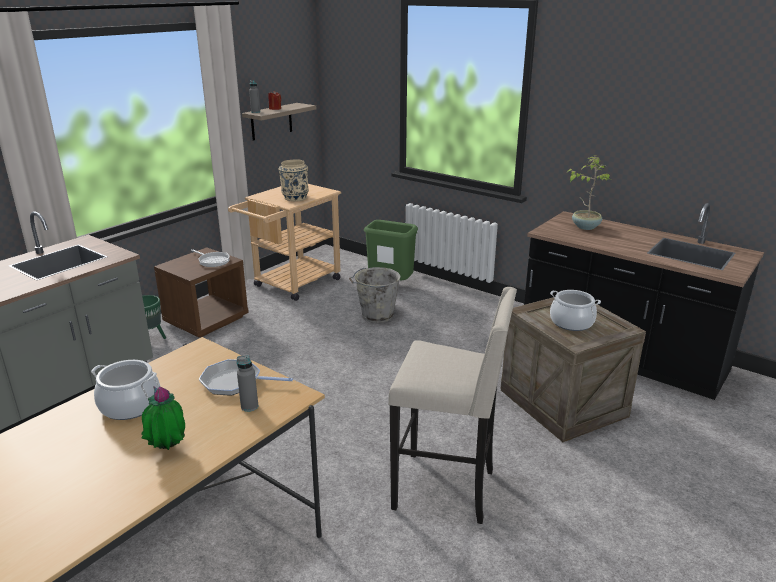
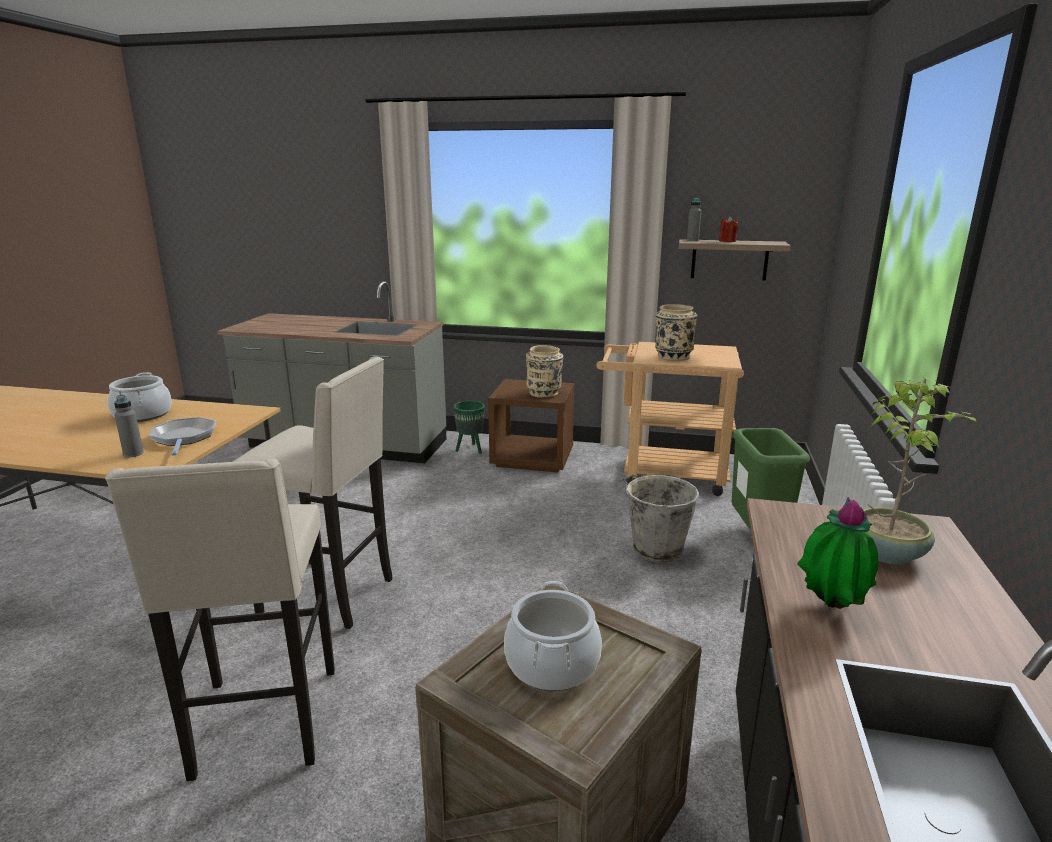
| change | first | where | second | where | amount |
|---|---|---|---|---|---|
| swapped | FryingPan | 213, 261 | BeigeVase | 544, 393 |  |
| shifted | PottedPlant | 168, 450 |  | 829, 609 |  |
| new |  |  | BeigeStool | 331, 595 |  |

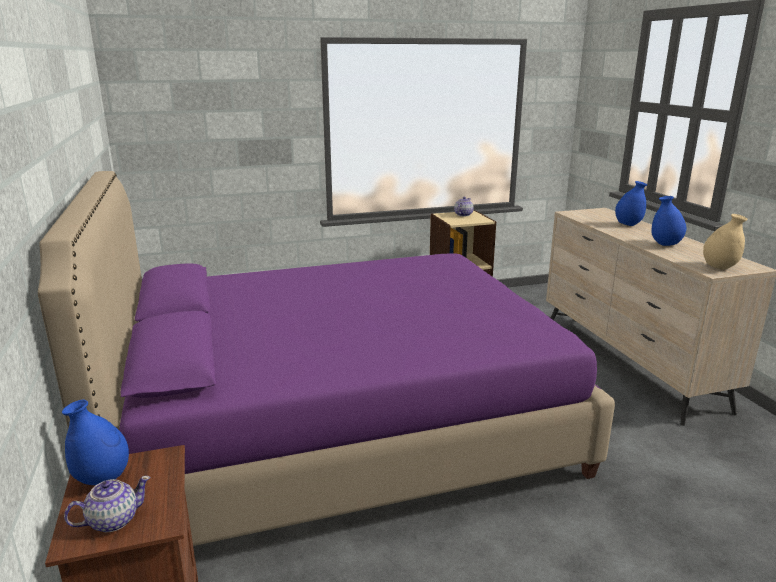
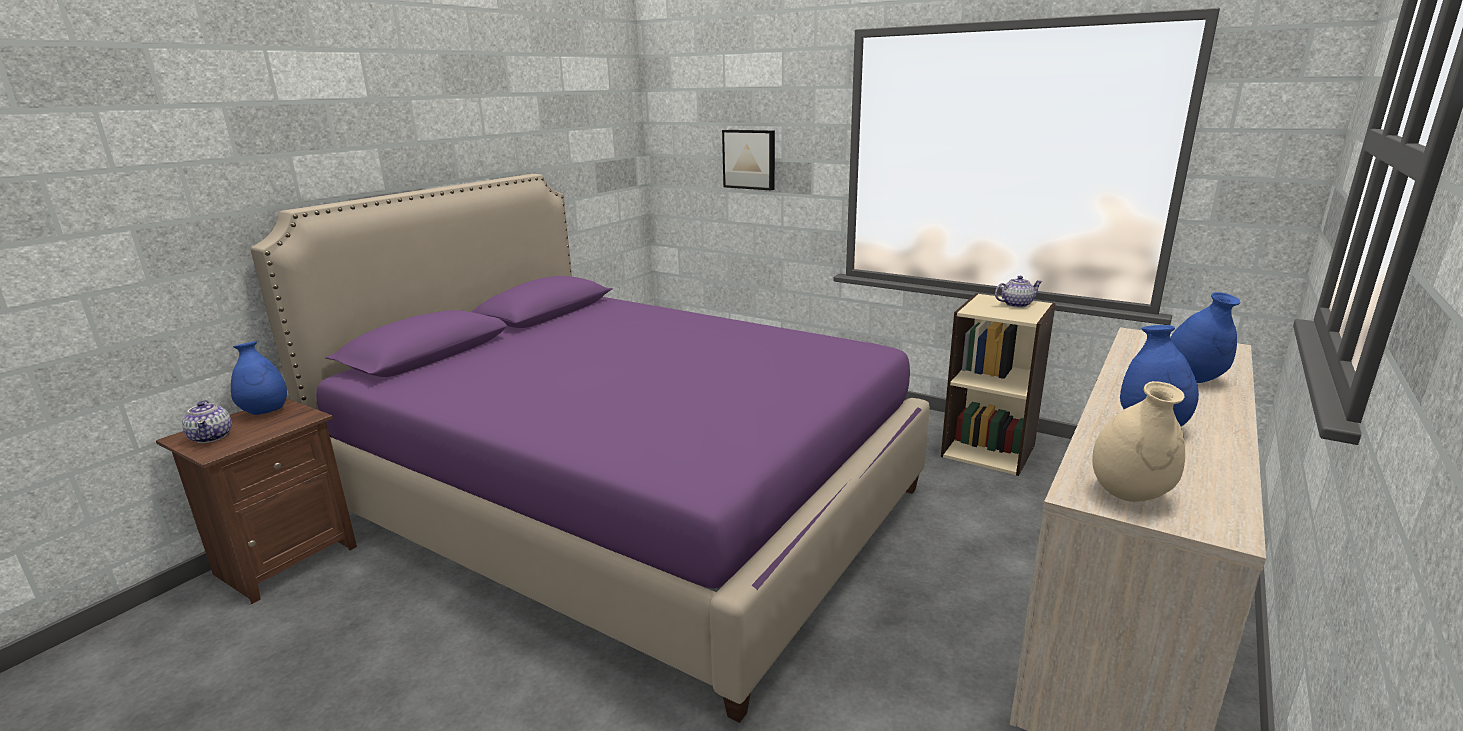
| change | first | where | second | where | amount |
|---|---|---|---|---|---|
| rotated | Teapot | 112, 520 |  | 212, 437 | 45 degrees clockwise |
| new |  |  | Picture | 750, 159 |  |

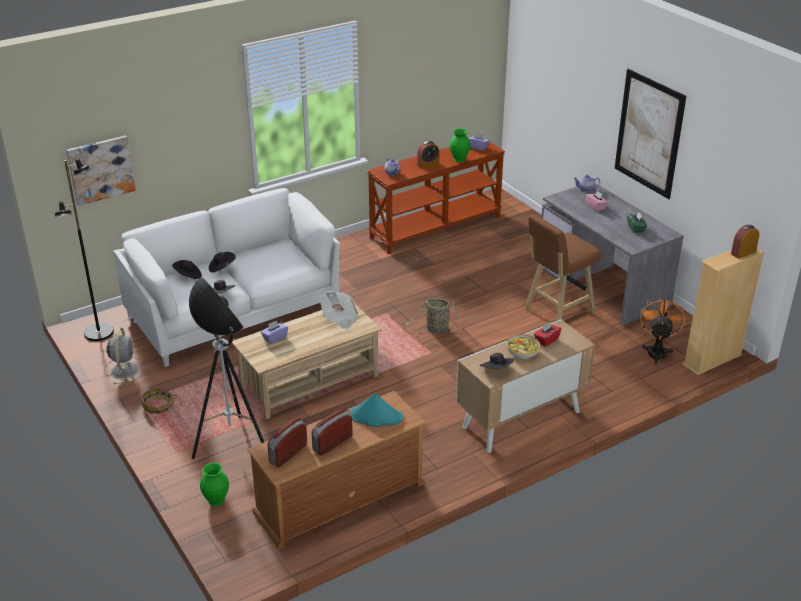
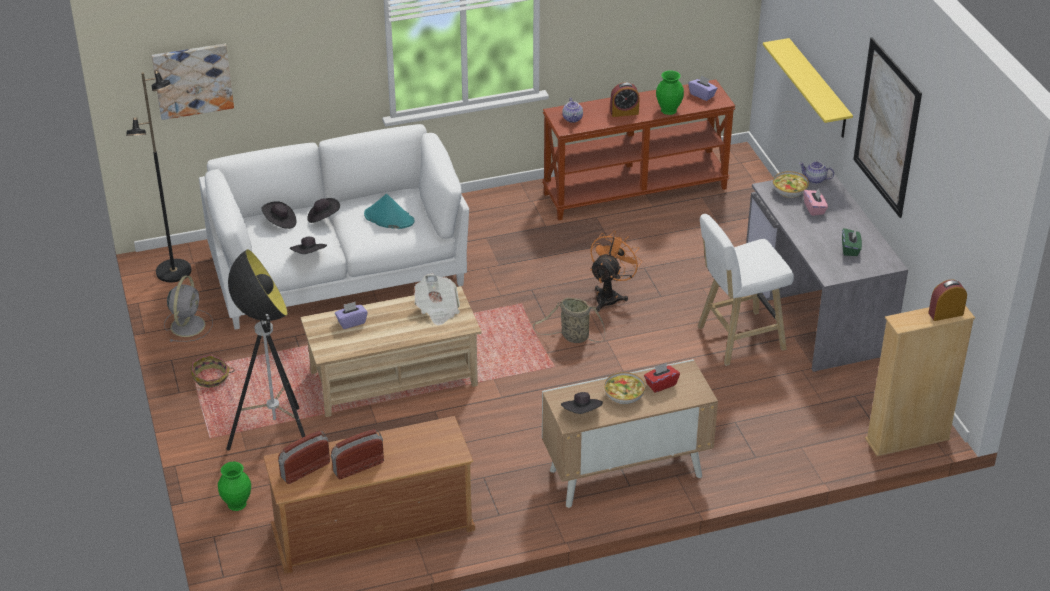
| change | first | where | second | where | amount |
|---|---|---|---|---|---|
| repainted | BrownStool | 556, 312 | WhiteStool | 737, 339 |  |
| shifted | OrangeFan | 657, 351 |  | 610, 296 |  |
| shifted | TurquoiseHat | 376, 416 |  | 388, 218 |  |
| new |  |  | YellowShelf | 818, 89 |  |
| new |  |  | Bowl | 789, 190 |  |

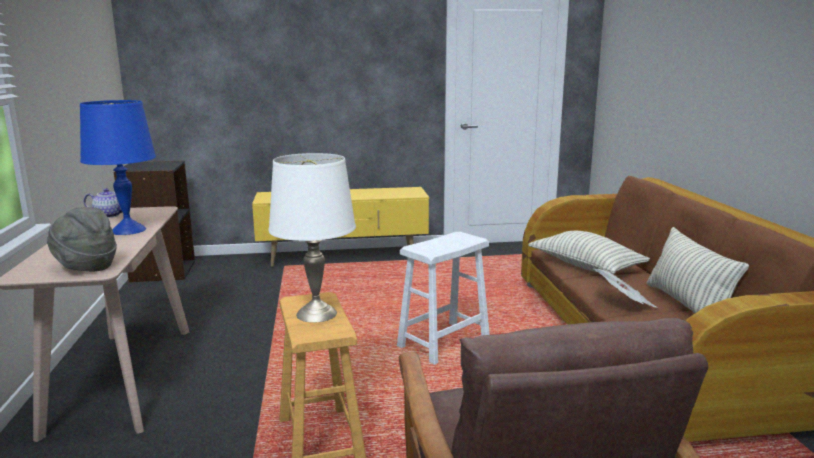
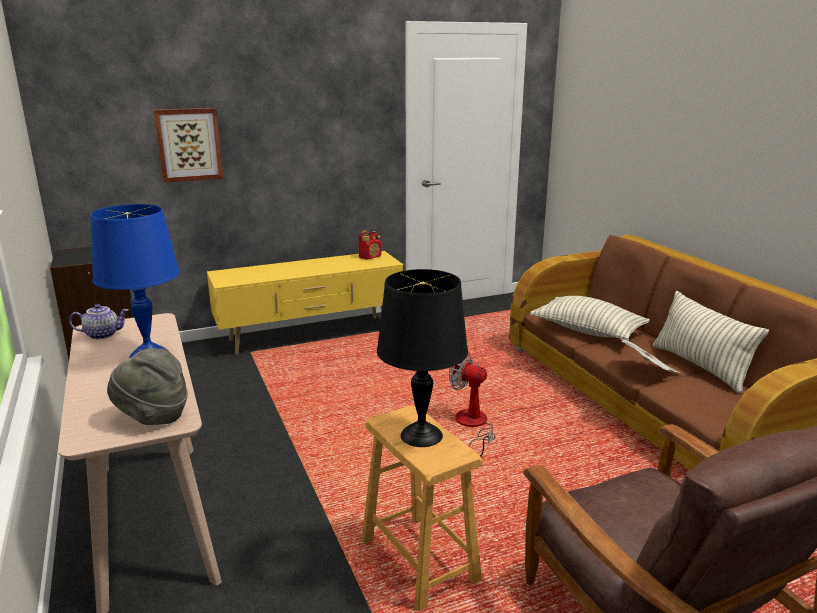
| change | first | where | second | where | amount |
|---|---|---|---|---|---|
| repainted | WhiteTableLamp | 316, 314 | BlackTableLamp | 421, 435 |  |
| swapped | WhiteStool | 444, 342 | Fan | 473, 426 |  |
| new |  |  | Picture | 189, 144 |  |
| new |  |  | Radio | 370, 257 |  |

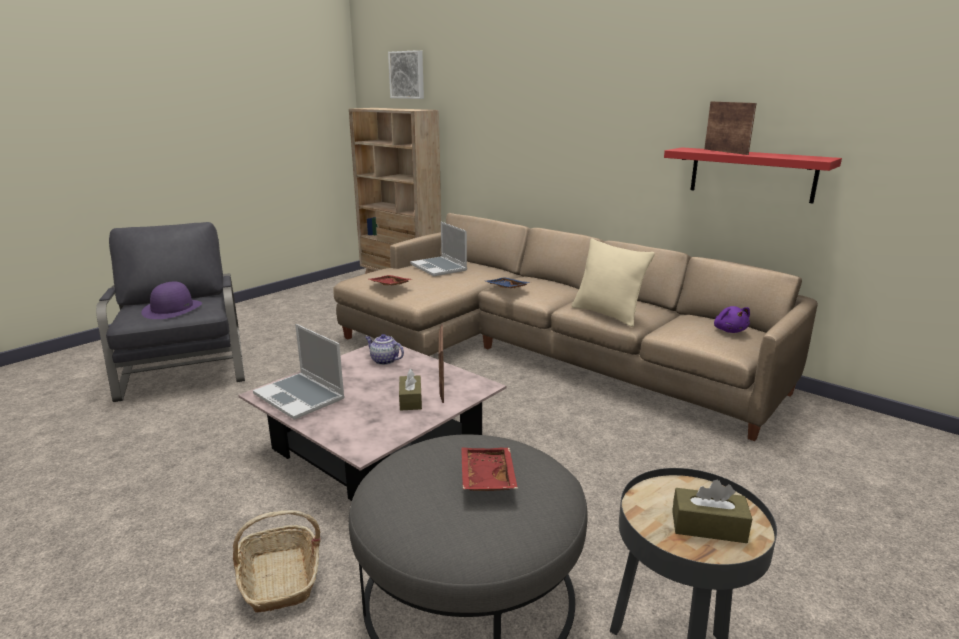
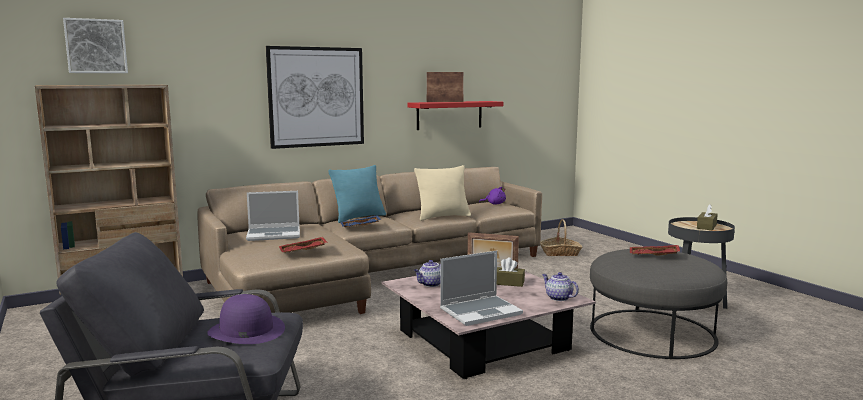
| change | first | where | second | where | amount |
|---|---|---|---|---|---|
| shifted | Basket | 280, 579 |  | 560, 253 |  |
| new |  |  | Picture | 316, 97 |  |
| new |  |  | TurquoisePillow | 359, 217 |  |
| new |  |  | Teapot | 558, 298 |  |

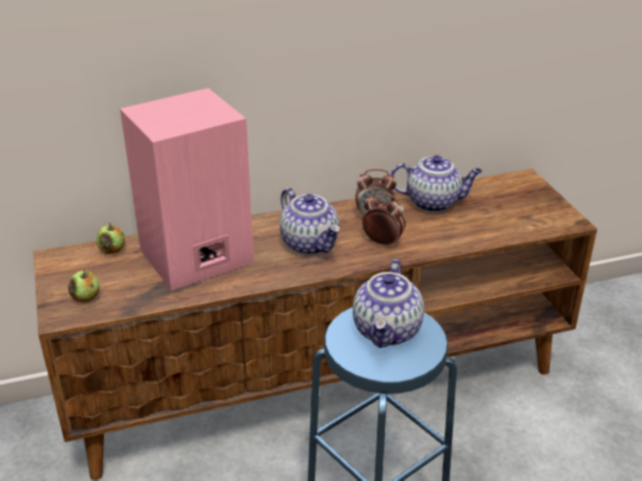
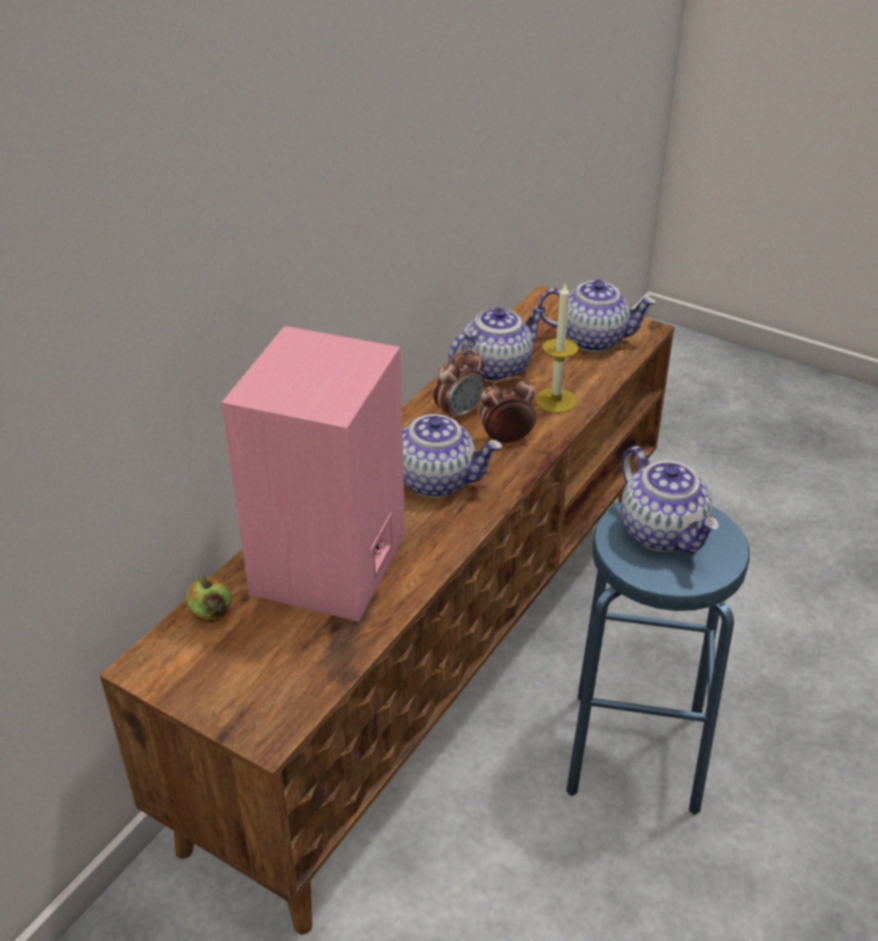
| change | first | where | second | where | amount |
|---|---|---|---|---|---|
| gone | Apple | 86, 297 |  |  |  |
| new |  |  | Teapot | 593, 339 |  |
| new |  |  | Candle | 556, 400 |  |

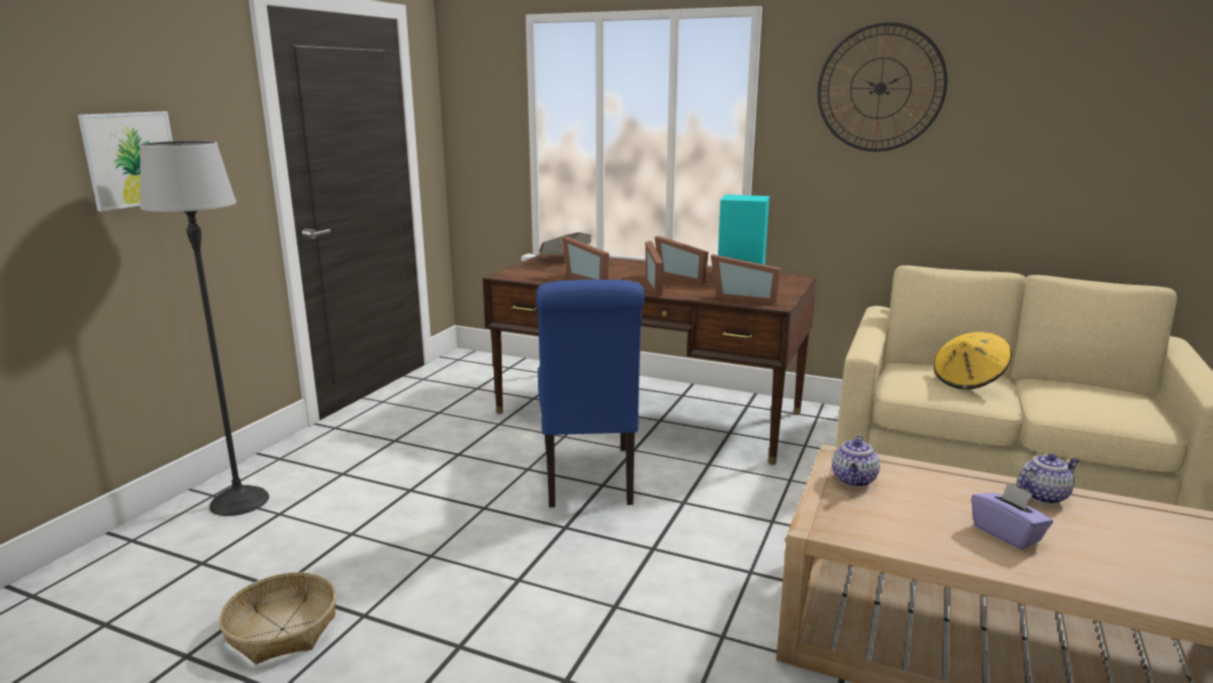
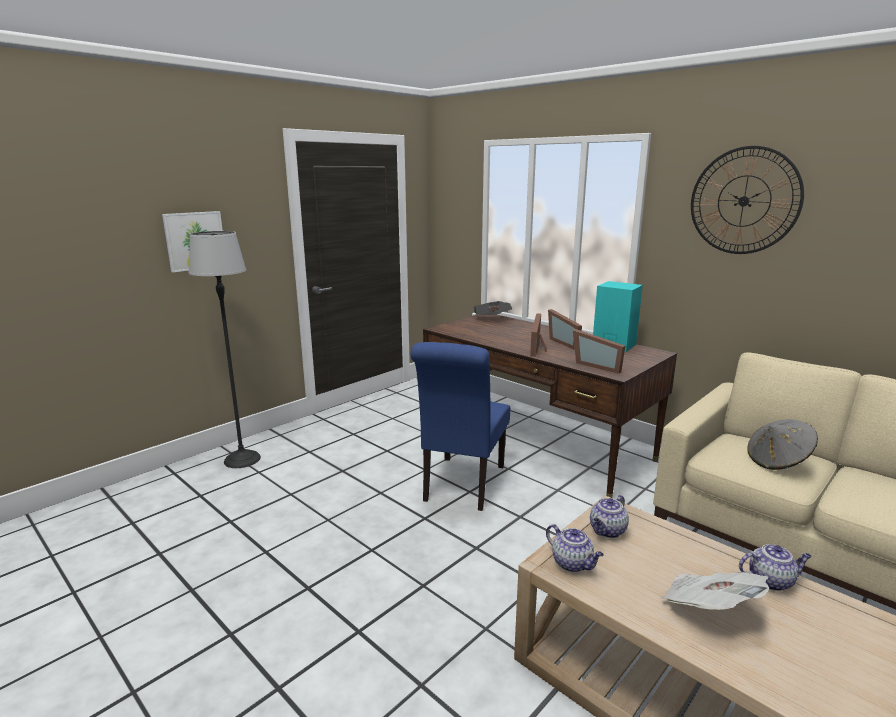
| change | first | where | second | where | amount |
|---|---|---|---|---|---|
| gone | PictureFrame | 589, 278 |  |  |  |
| repainted | YellowHat | 968, 381 | GreyHat | 778, 461 |  |
| swapped | PurpleTissueBox | 1007, 534 | Newspaper | 708, 608 |  |
| gone | Basket | 282, 629 |  |  |  |
| new |  |  | Teapot | 573, 563 |  |

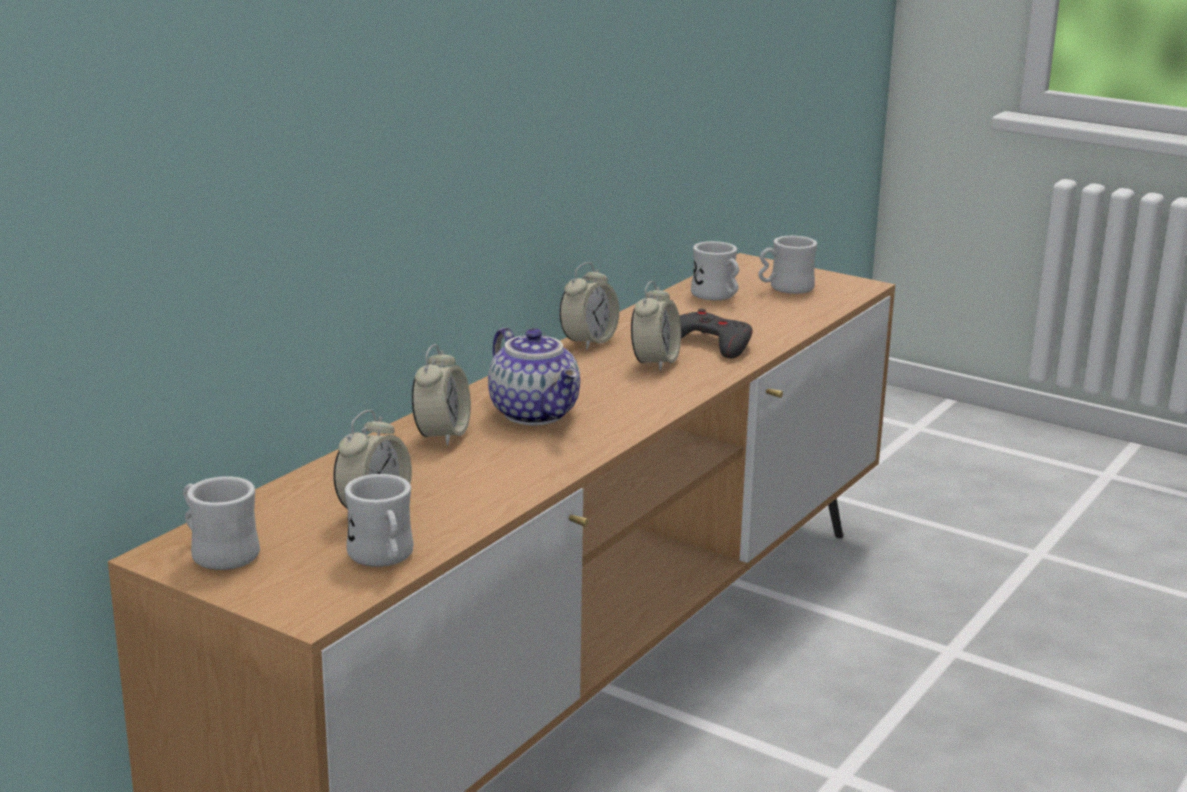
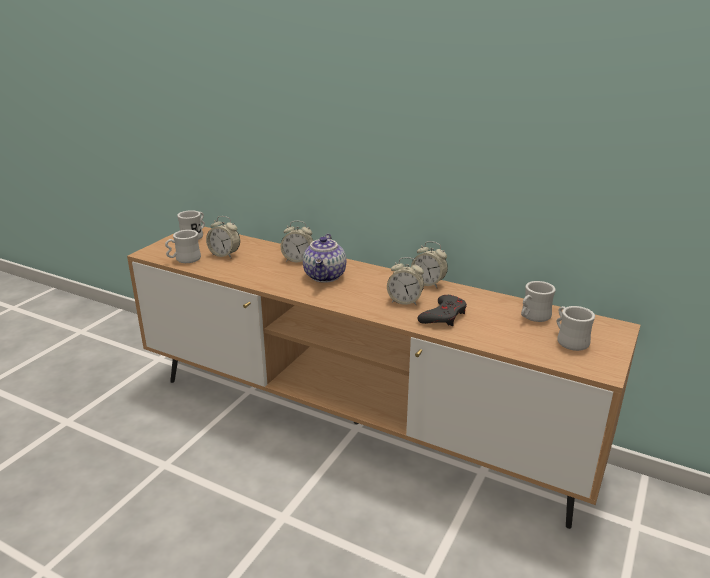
| change | first | where | second | where | amount |
|---|---|---|---|---|---|
| rotated | Teapot | 536, 414 |  | 326, 276 | 45 degrees counterclockwise |

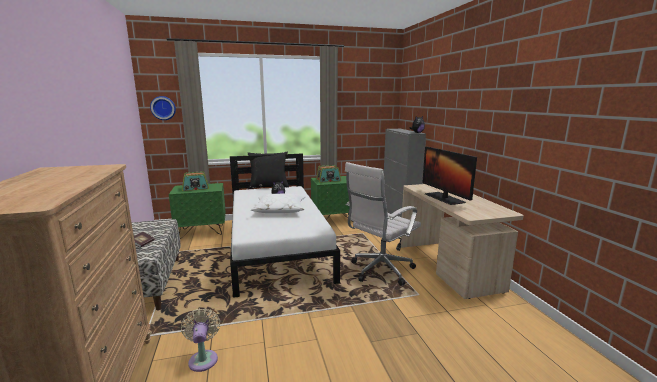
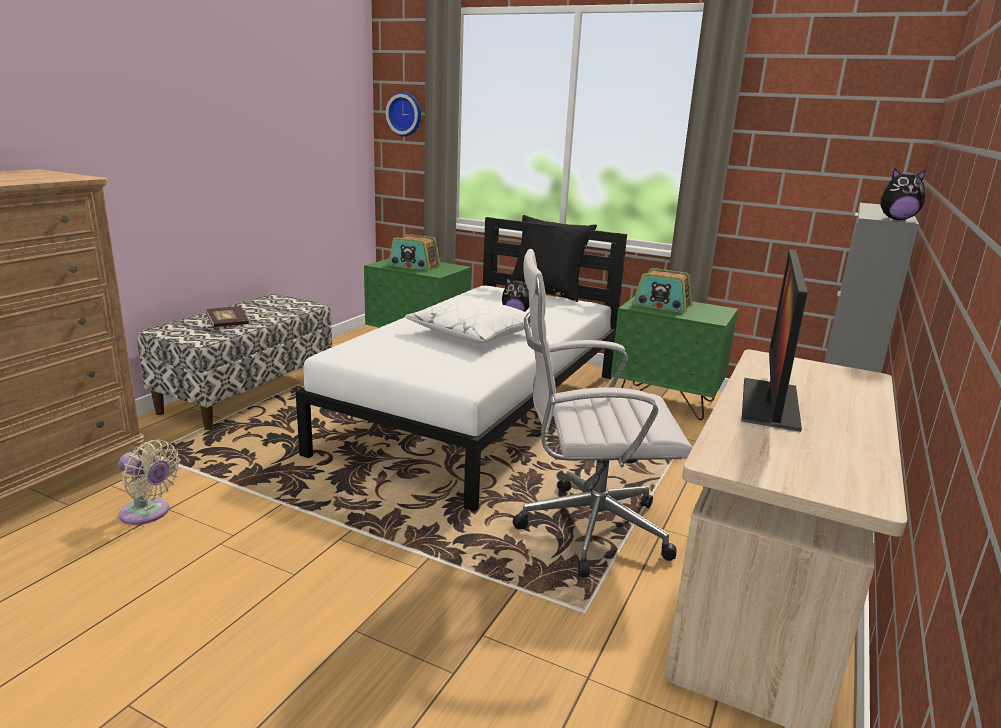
| change | first | where | second | where | amount |
|---|---|---|---|---|---|
| rotated | BeigeFan | 203, 358 |  | 148, 513 | 90 degrees clockwise |

